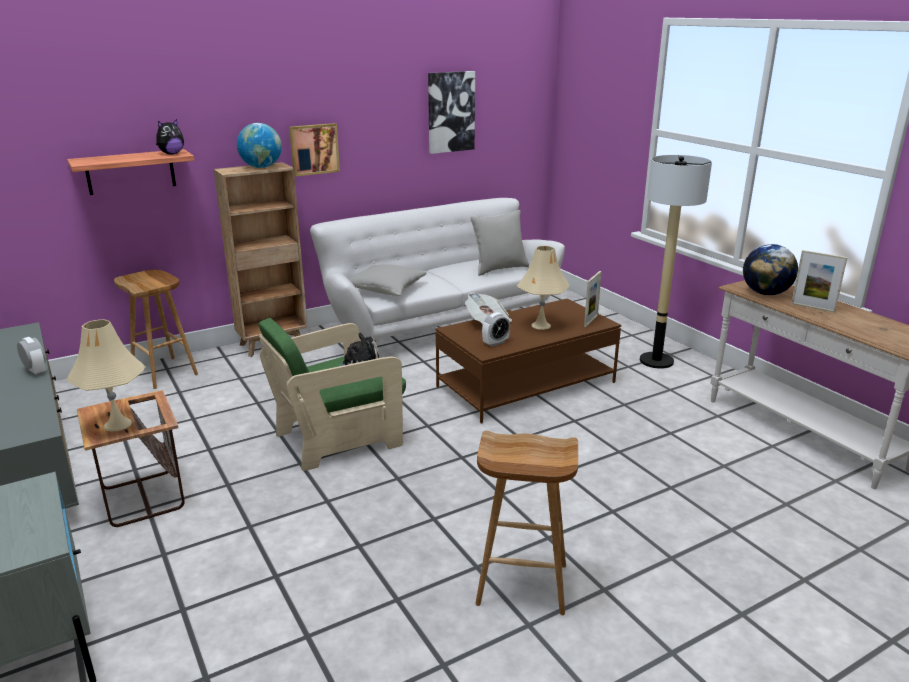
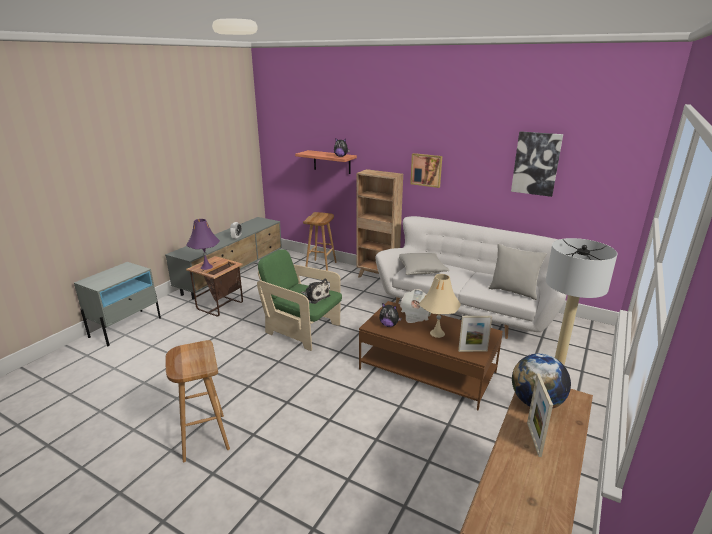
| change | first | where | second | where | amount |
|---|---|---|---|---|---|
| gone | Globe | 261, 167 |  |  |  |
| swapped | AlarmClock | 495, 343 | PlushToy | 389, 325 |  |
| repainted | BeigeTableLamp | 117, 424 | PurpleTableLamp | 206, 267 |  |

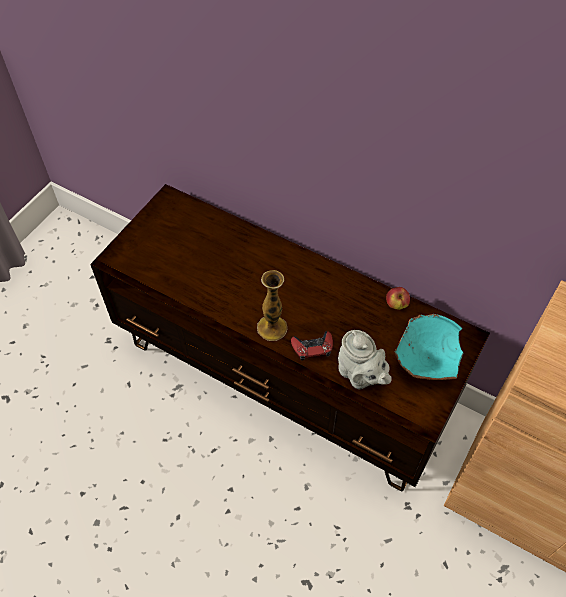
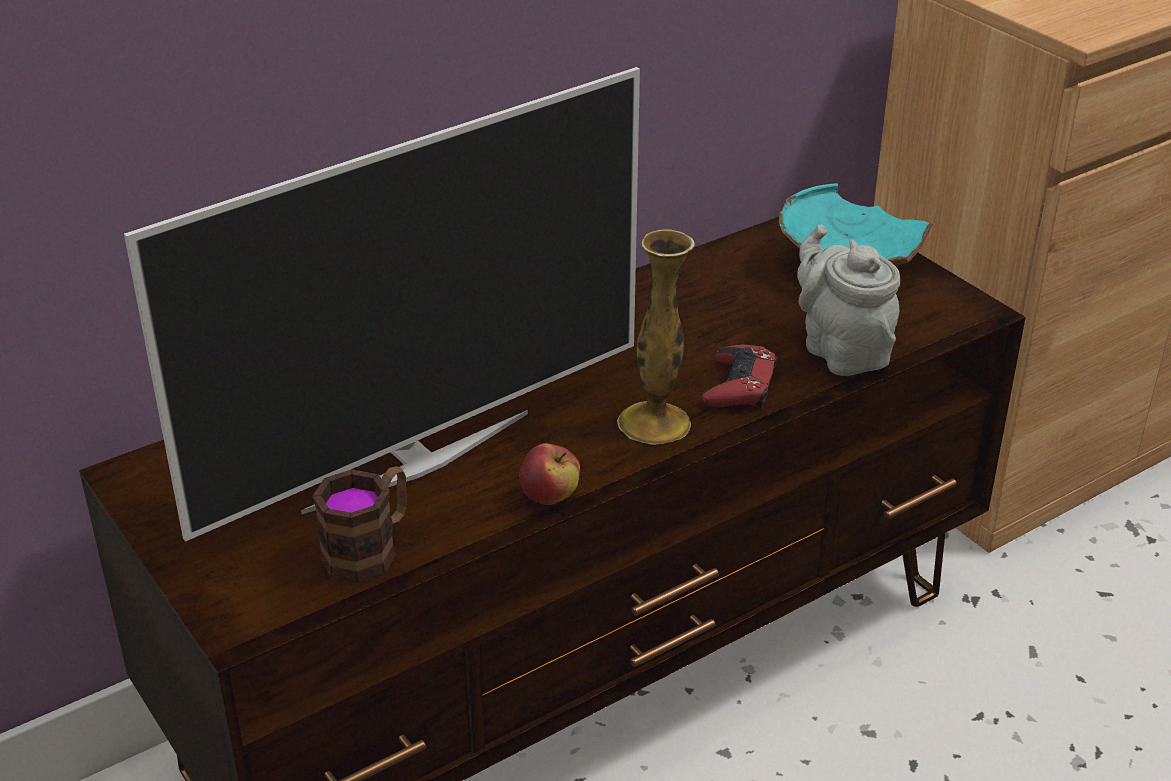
| change | first | where | second | where | amount |
|---|---|---|---|---|---|
| shifted | Apple | 396, 305 |  | 550, 497 |  |
| rotated | GreyTeapot | 360, 376 |  | 841, 350 | 105 degrees counterclockwise |
| new |  |  | Television | 416, 459 |  |
| new |  |  | Mug | 370, 548 |  |

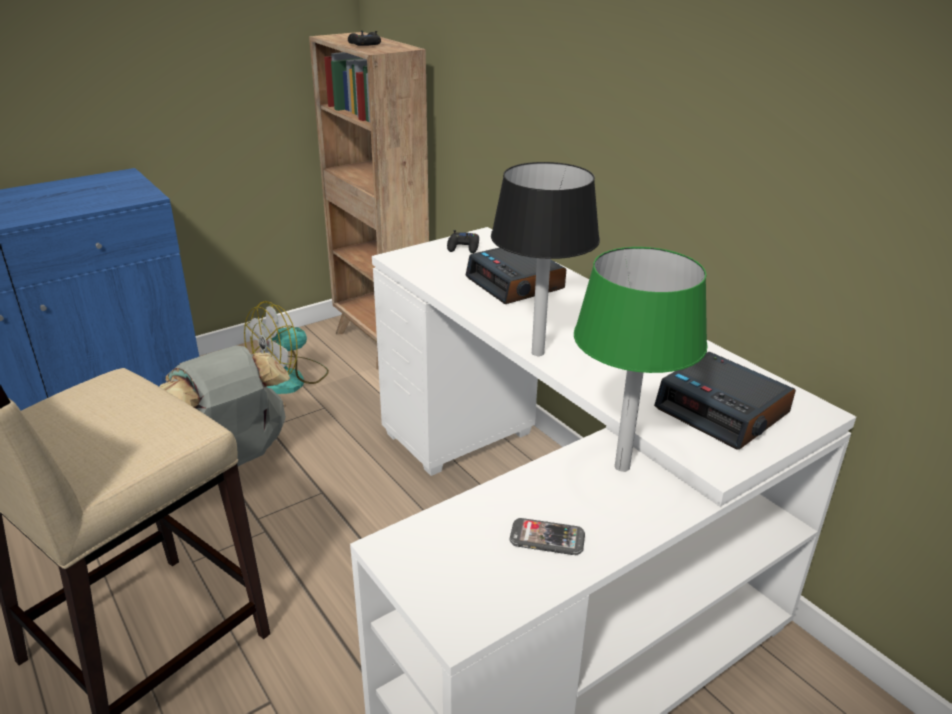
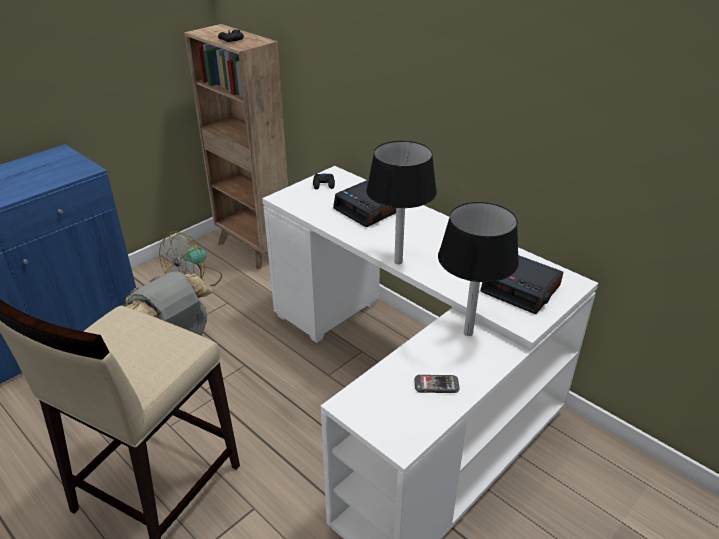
| change | first | where | second | where | amount |
|---|---|---|---|---|---|
| repainted | GreenTableLamp | 622, 466 | BlackTableLamp | 468, 332 |  |

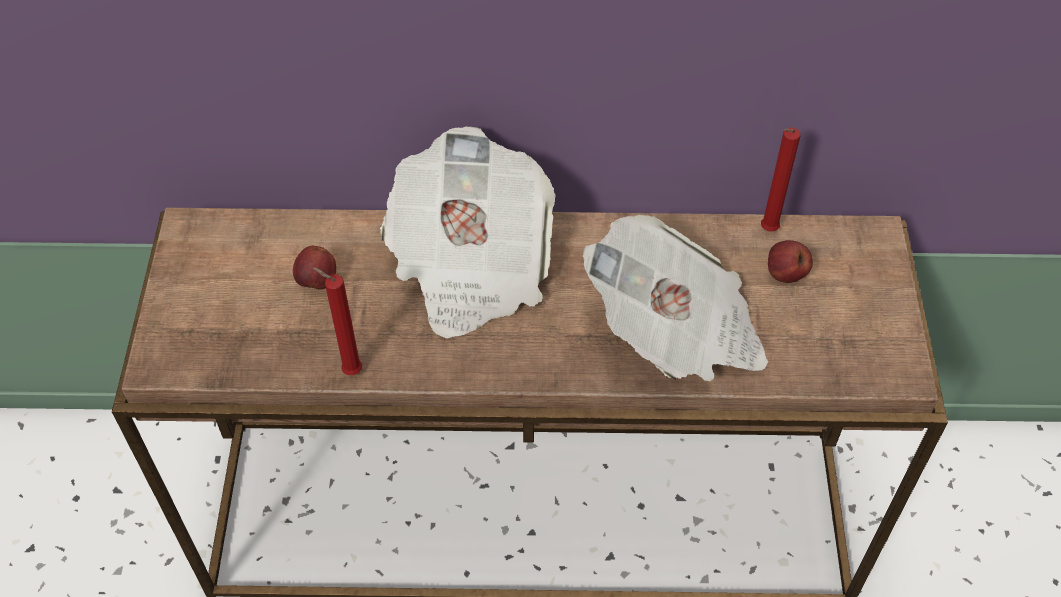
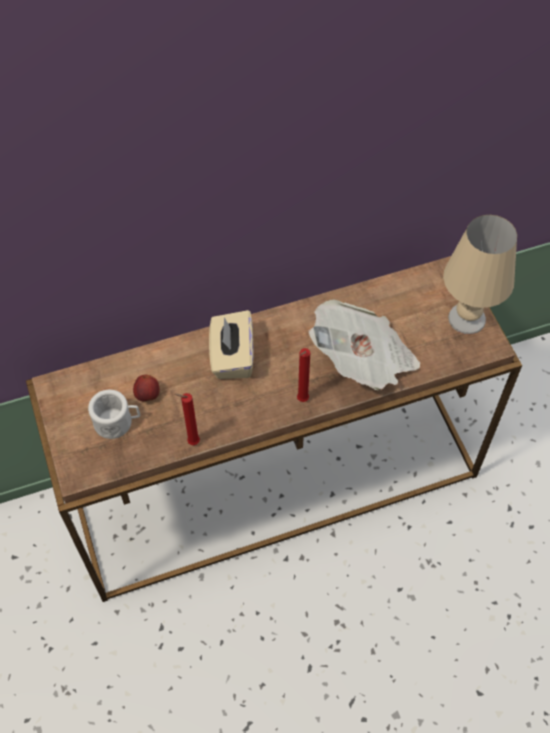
| change | first | where | second | where | amount |
|---|---|---|---|---|---|
| swapped | Newspaper | 470, 265 | BeigeTissueBox | 232, 357 |  |
| shifted | RedCandle | 766, 231 |  | 301, 400 |  |
| gone | Apple | 785, 274 |  |  |  |
| new |  |  | BeigeTableLamp | 466, 318 |  |
| new |  |  | WhiteMug | 117, 422 |  |

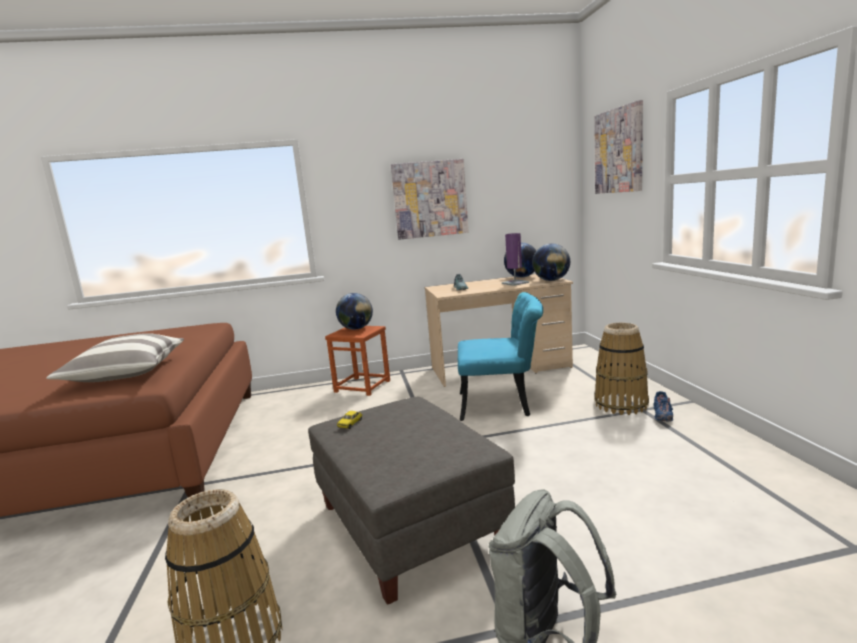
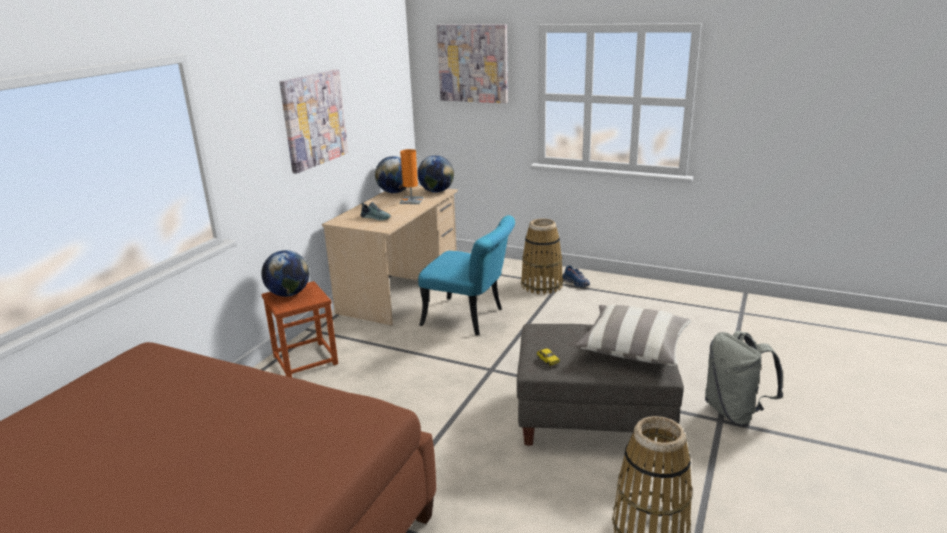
| change | first | where | second | where | amount |
|---|---|---|---|---|---|
| repainted | PurpleTableLamp | 515, 283 | OrangeTableLamp | 411, 201 |  |
| rotated | TurquoiseChair | 503, 404 |  | 470, 318 | 75 degrees clockwise |
| shifted | Pillow | 126, 373 |  | 633, 348 |  |

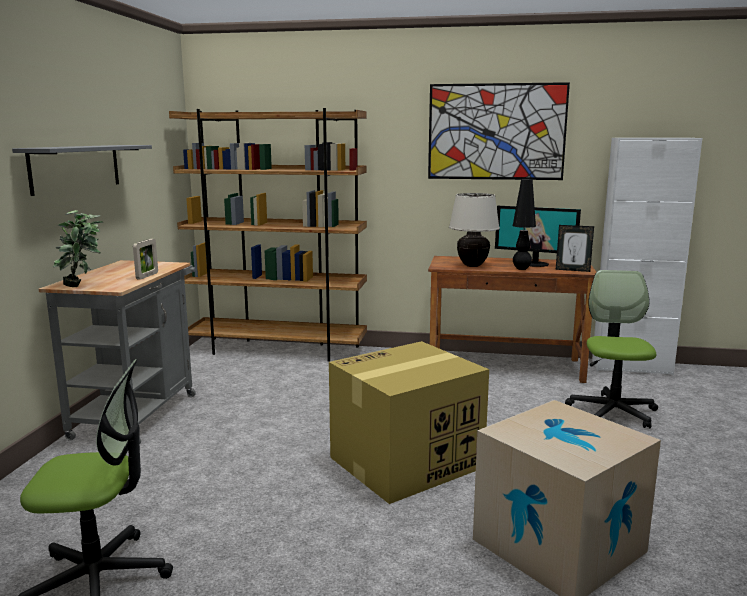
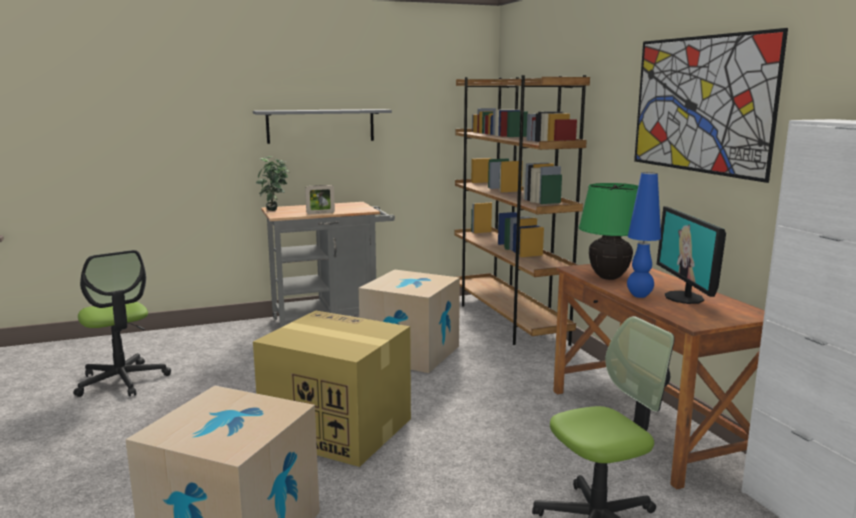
| change | first | where | second | where | amount |
|---|---|---|---|---|---|
| repainted | BlackTableLamp | 521, 269 | BlueTableLamp | 639, 296 |  |
| repainted | BeigeTableLamp | 472, 265 | GreenTableLamp | 608, 277 |  |
| gone | PictureFrame | 572, 270 |  |  |  |
| new |  |  | CardboardBox | 411, 353 |  |

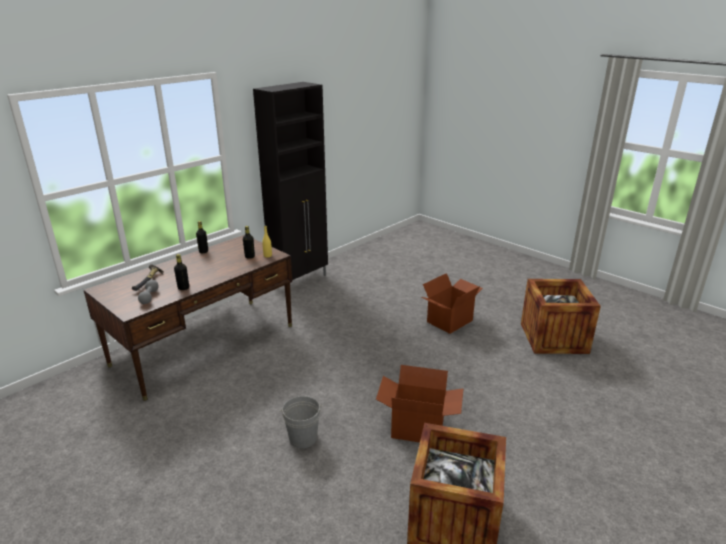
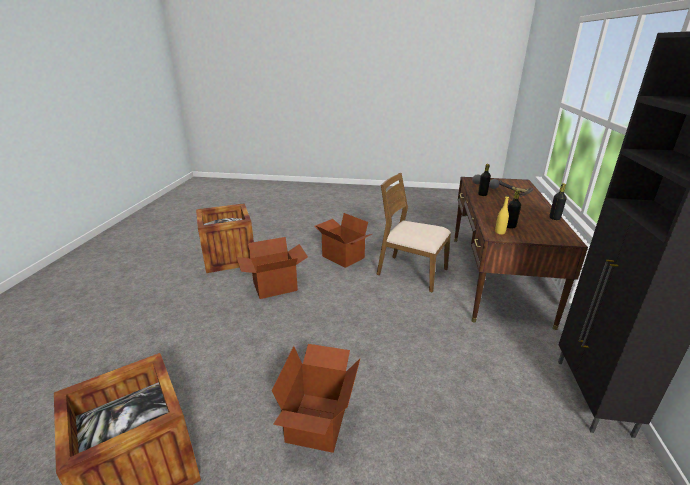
| change | first | where | second | where | amount |
|---|---|---|---|---|---|
| swapped | GreyBucket | 303, 438 | CardboardBox | 342, 257 |  |
| new |  |  | BrownChair | 411, 272 |  |

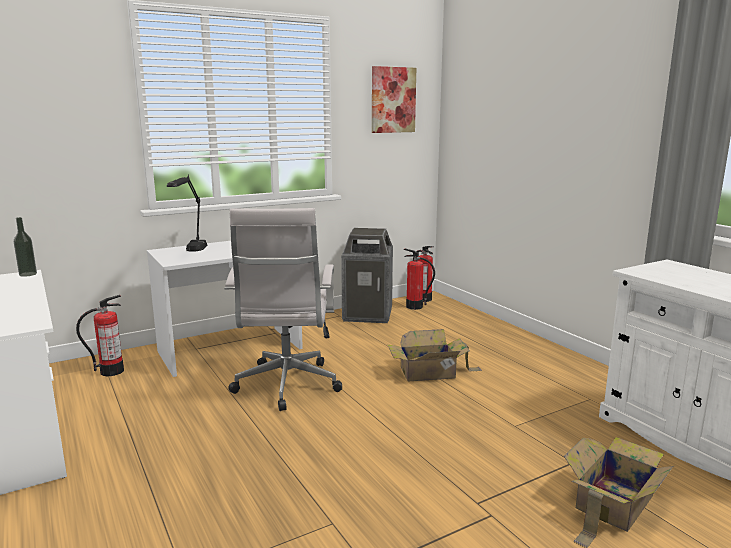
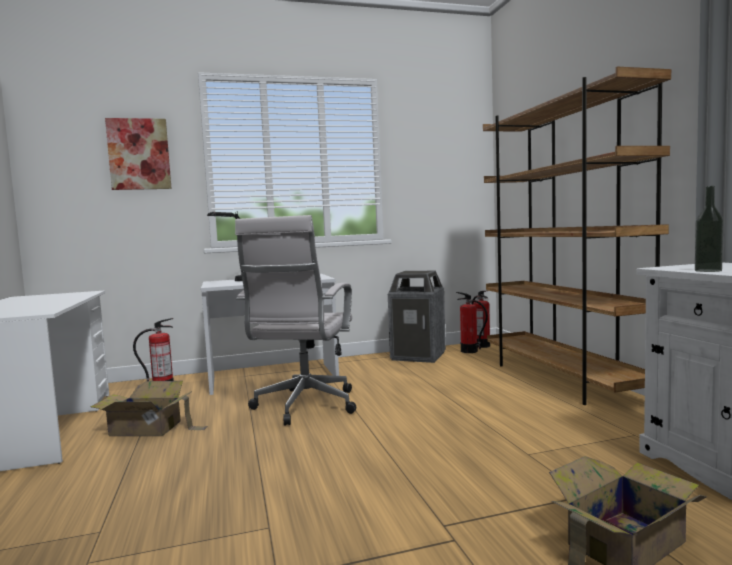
| change | first | where | second | where | amount |
|---|---|---|---|---|---|
| shifted | Picture | 393, 100 |  | 139, 154 |  |
| shifted | Bottle | 28, 274 |  | 708, 270 |  |
| shifted | CardboardBox | 430, 373 |  | 148, 429 |  |
| new |  |  | BrownBookcase | 561, 379 |  |

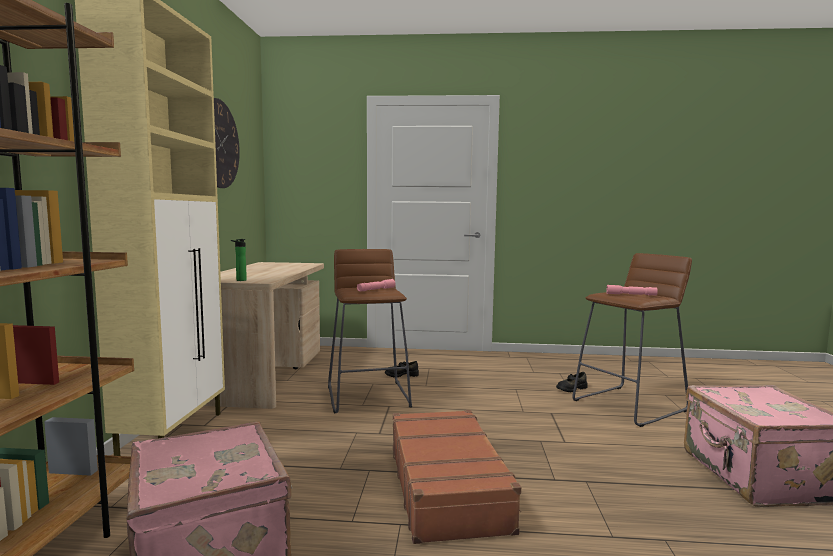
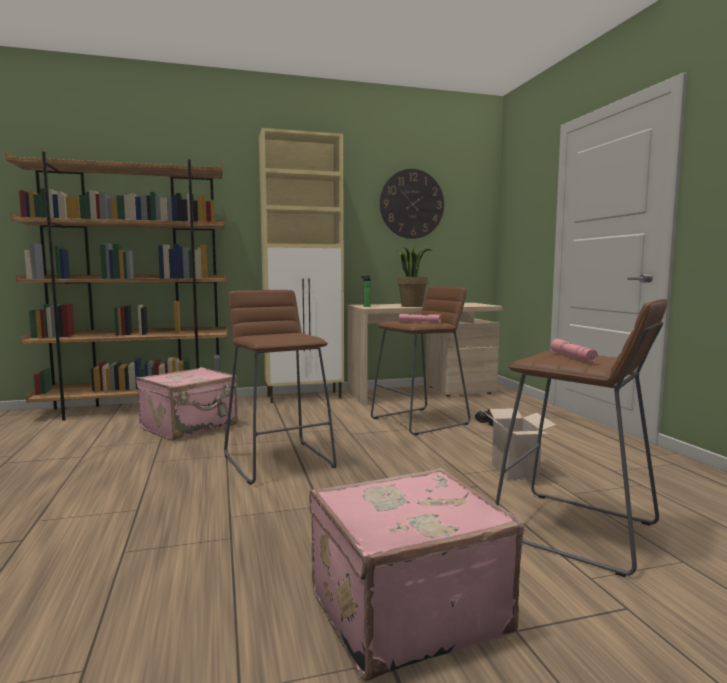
| change | first | where | second | where | amount |
|---|---|---|---|---|---|
| gone | BlackShoe | 571, 388 |  |  |  |
| swapped | BrownSuitcase | 448, 487 | BrownStool | 279, 461 |  |
| new |  |  | PottedPlant | 412, 306 |  |
| new |  |  | CardboardBox | 516, 471 |  |

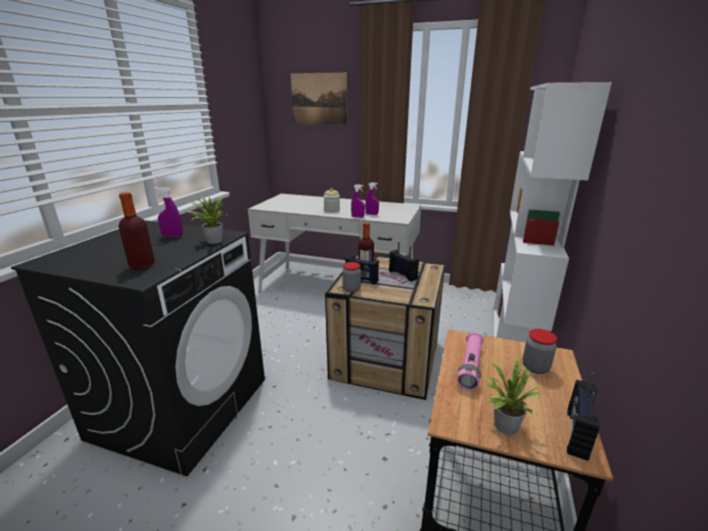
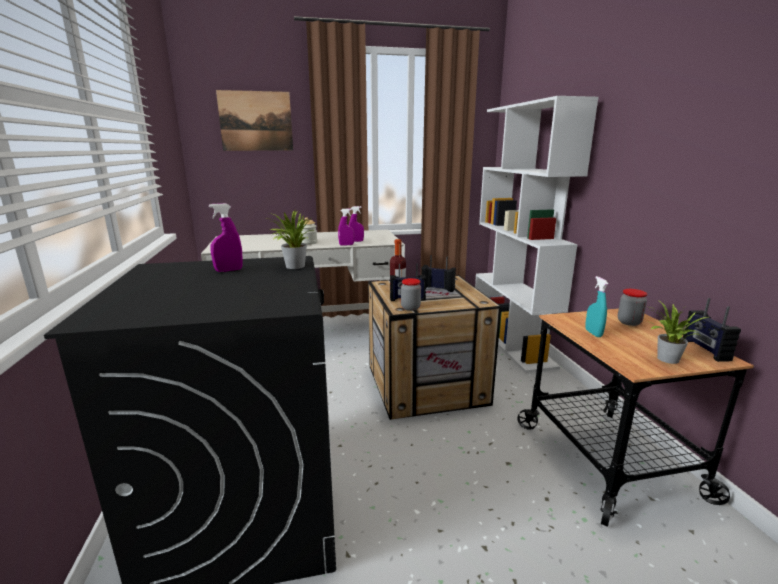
| change | first | where | second | where | amount |
|---|---|---|---|---|---|
| gone | Bottle | 142, 265 |  |  |  |
| swapped | PinkFlashlight | 470, 367 | TurquoiseSprayBottle | 593, 333 |  |

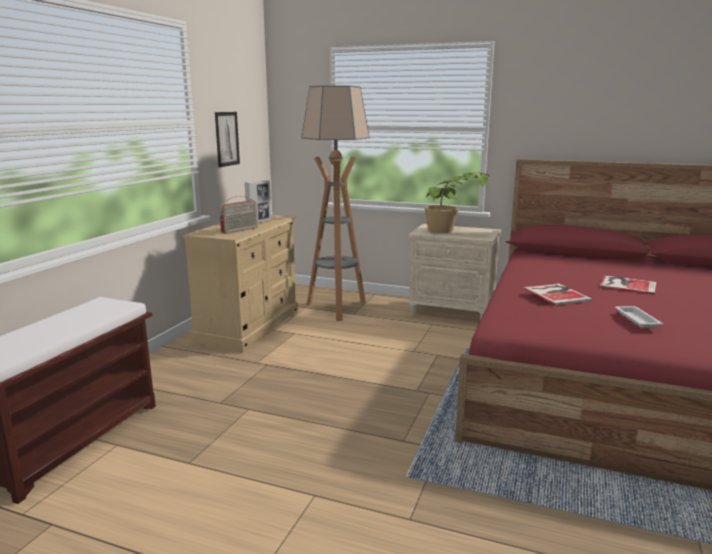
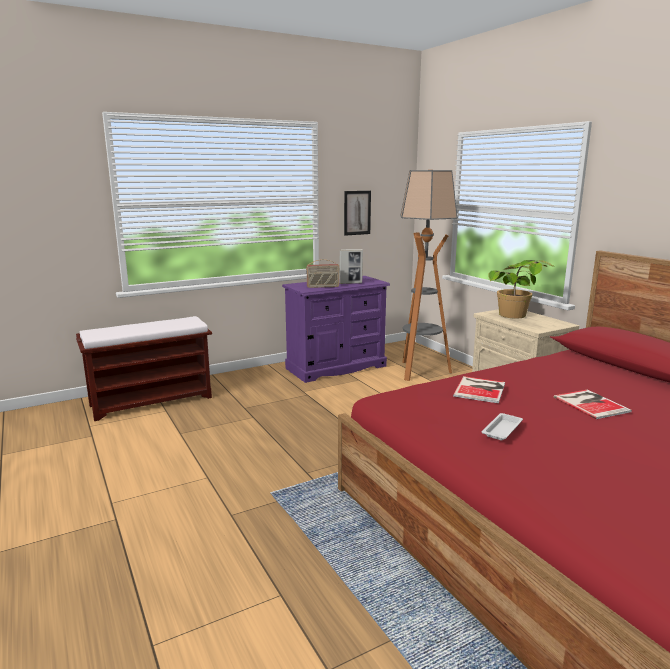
| change | first | where | second | where | amount |
|---|---|---|---|---|---|
| repainted | BeigeDresser | 249, 327 | PurpleDresser | 336, 367 |  |

